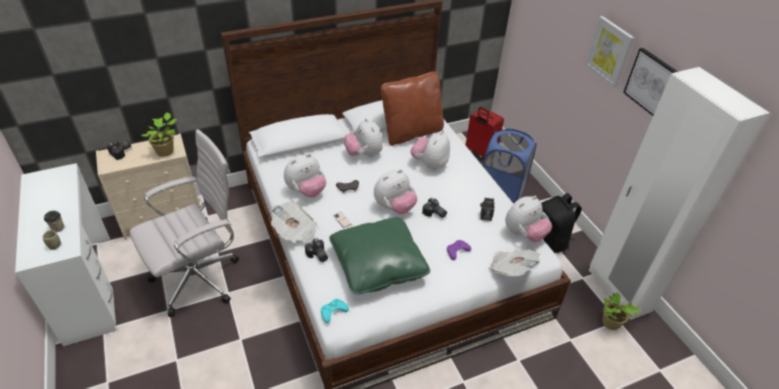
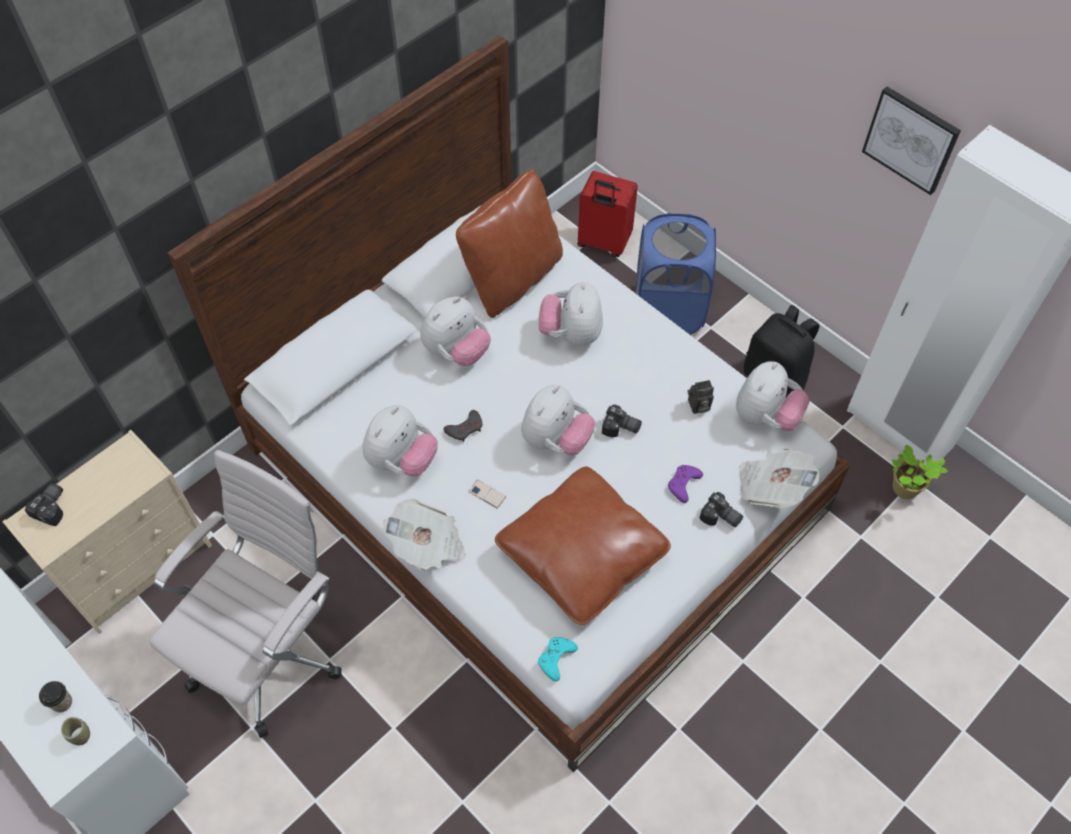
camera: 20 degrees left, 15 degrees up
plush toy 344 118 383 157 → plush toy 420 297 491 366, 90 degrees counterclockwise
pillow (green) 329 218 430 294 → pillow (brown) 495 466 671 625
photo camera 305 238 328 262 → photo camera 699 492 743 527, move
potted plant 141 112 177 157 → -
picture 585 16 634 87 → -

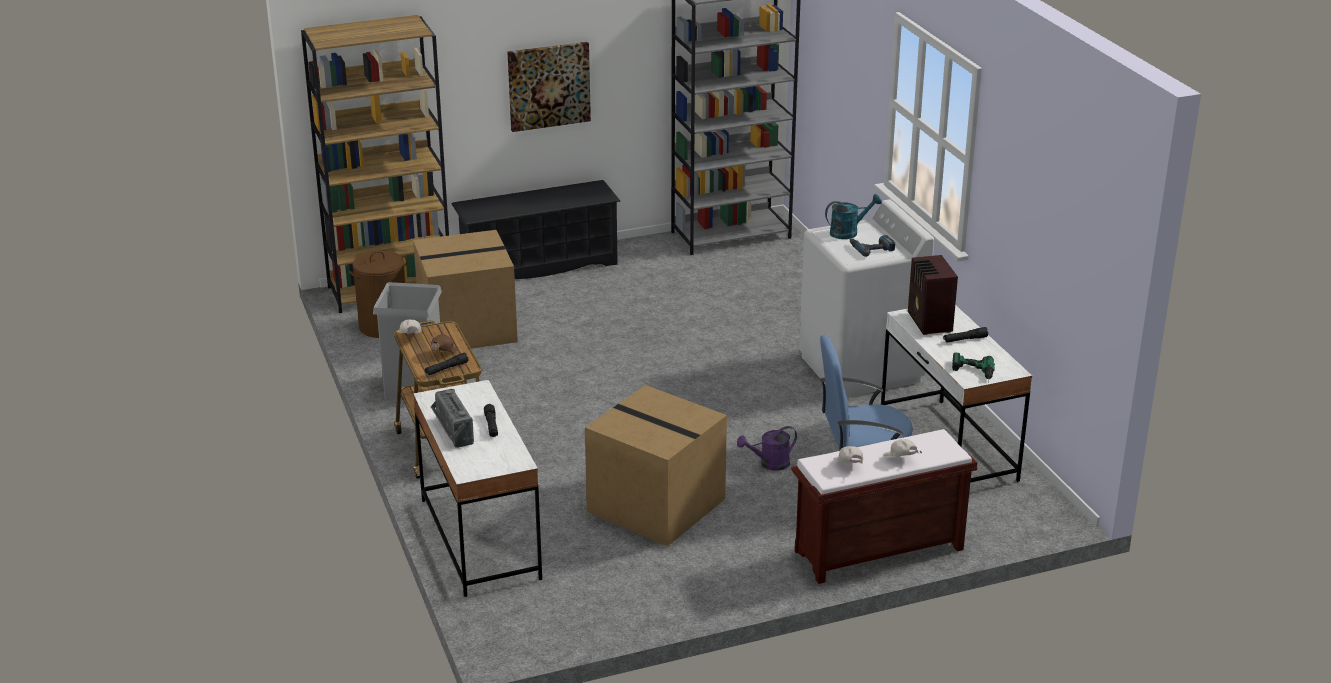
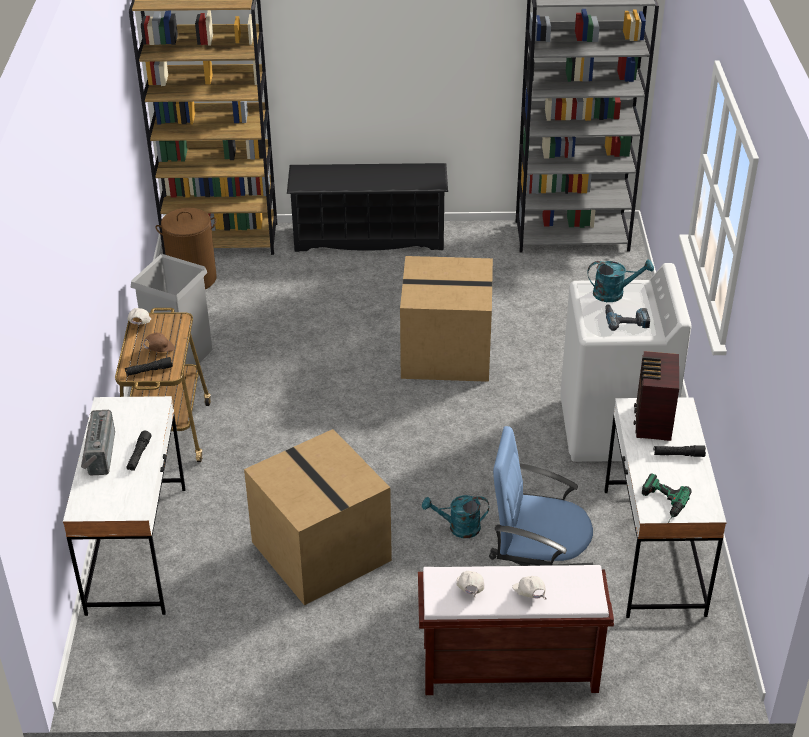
camera: 20 degrees right, 10 degrees up
cardboard box 413 230 518 349 → cardboard box 400 256 493 382, move
watering can (purple) 737 426 797 471 → watering can (turquoise) 422 495 489 538
picture 508 42 591 132 → -

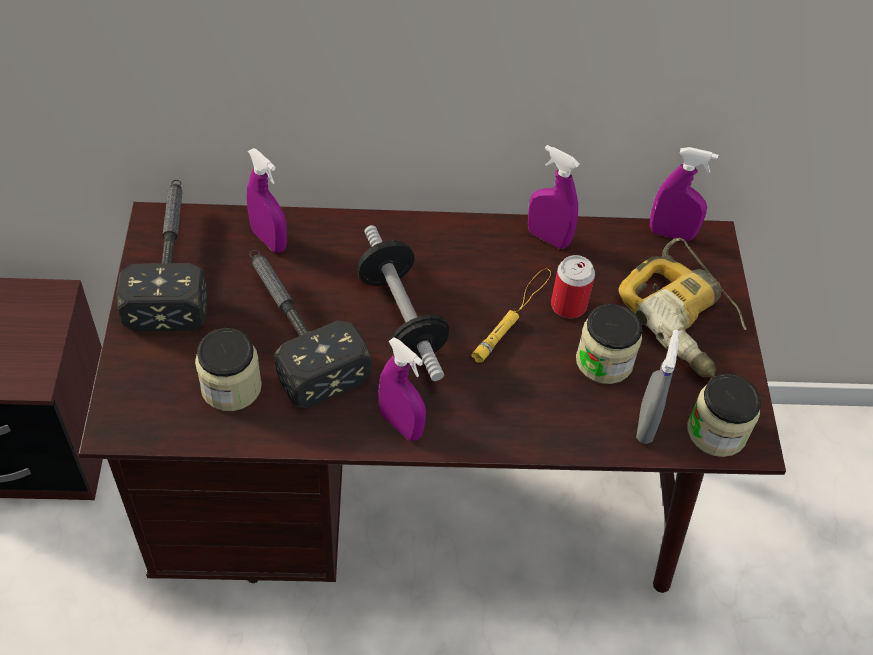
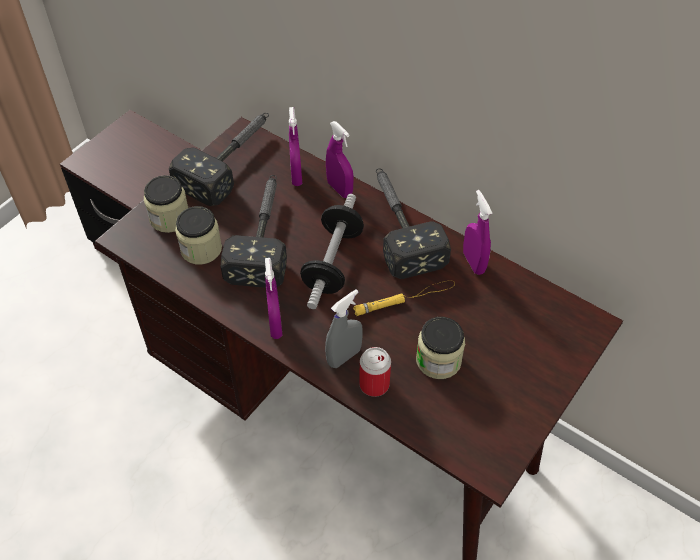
camera: 40 degrees right, 0 degrees up
jar 687 374 761 457 → jar 144 175 188 233, move
spray bottle (grey) 636 329 679 444 → spray bottle (grey) 325 289 363 368, move
spray bottle (purple) 650 147 719 241 → spray bottle (purple) 326 121 354 198, move
can 551 255 595 318 → can 359 347 391 397, move
- → hammer 376 168 451 279
power drill 619 238 746 377 → -

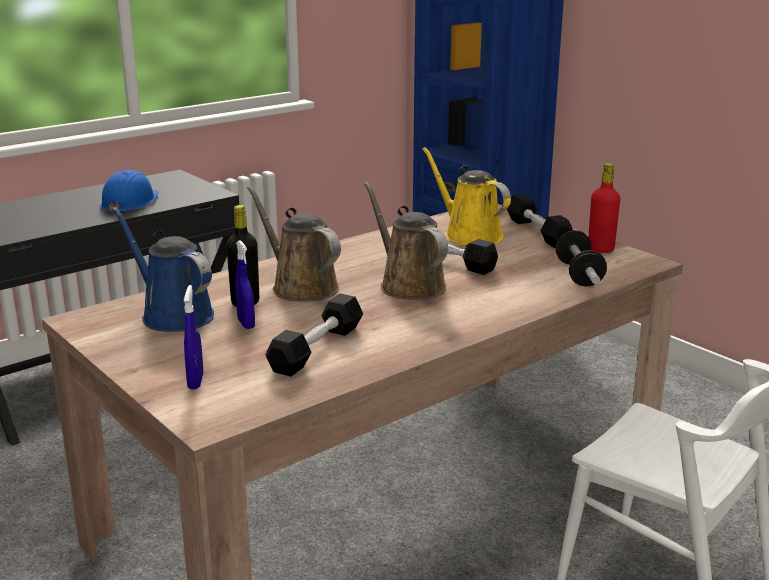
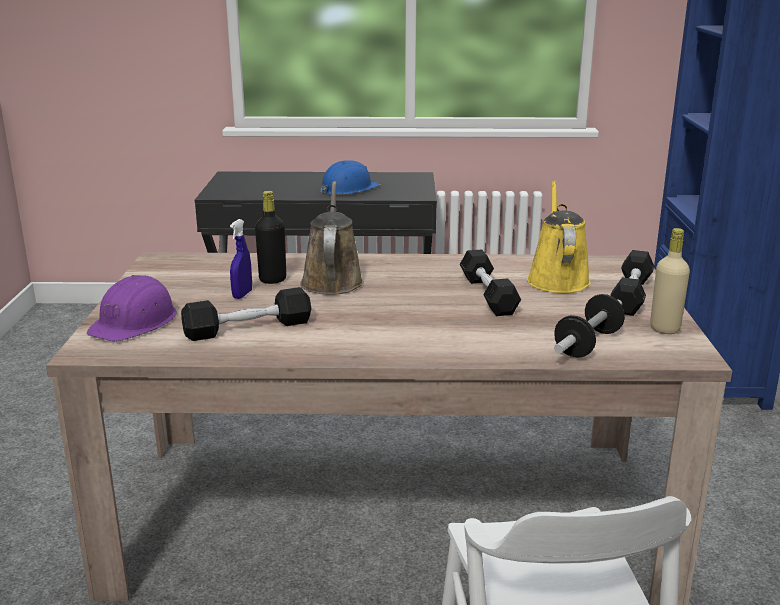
camera: 40 degrees right, 0 degrees up
spray bottle (blue) 184 285 203 389 → hard hat (purple) 86 275 177 341
bottle (red) 588 163 620 253 → bottle (beige) 650 228 690 334
watering can (blue) 112 207 214 332 → -
watering can (brown) 364 182 448 300 → -

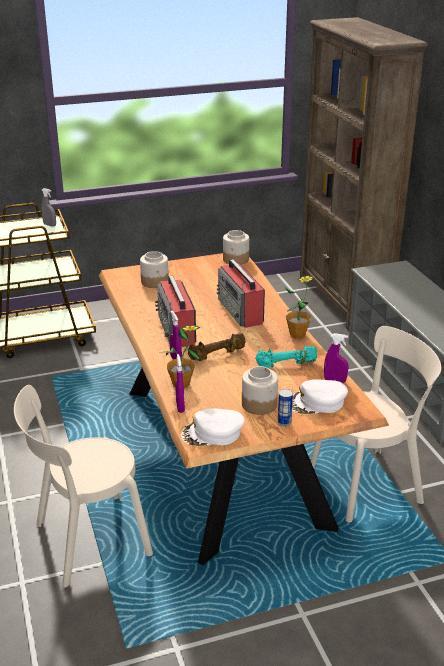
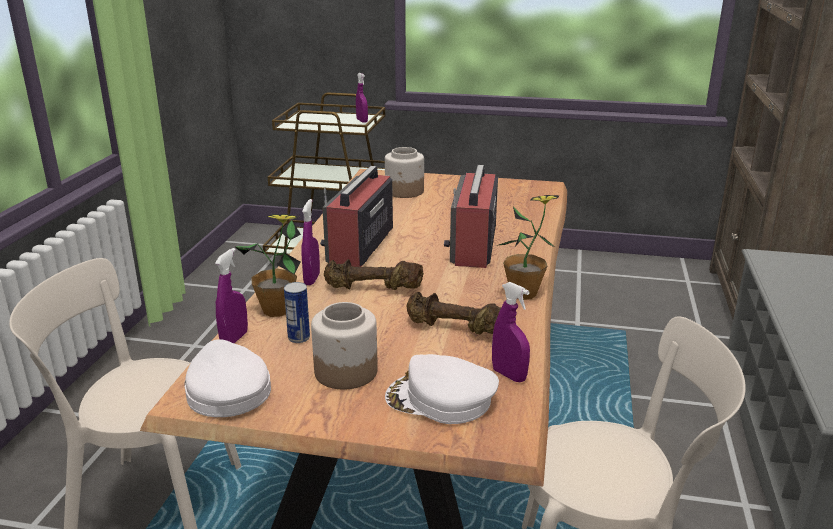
camera: 30 degrees right, 5 degrees down
cap (white) 181 408 244 446 → cap (white) 184 339 271 417, 45 degrees clockwise
can 278 389 293 426 → can 284 282 310 343, move
spray bottle (grey) 41 188 56 227 → spray bottle (purple) 356 73 368 123
dumbbell (turquoise) 256 346 317 368 → dumbbell (brown) 406 292 501 335
jar 223 230 249 265 → -

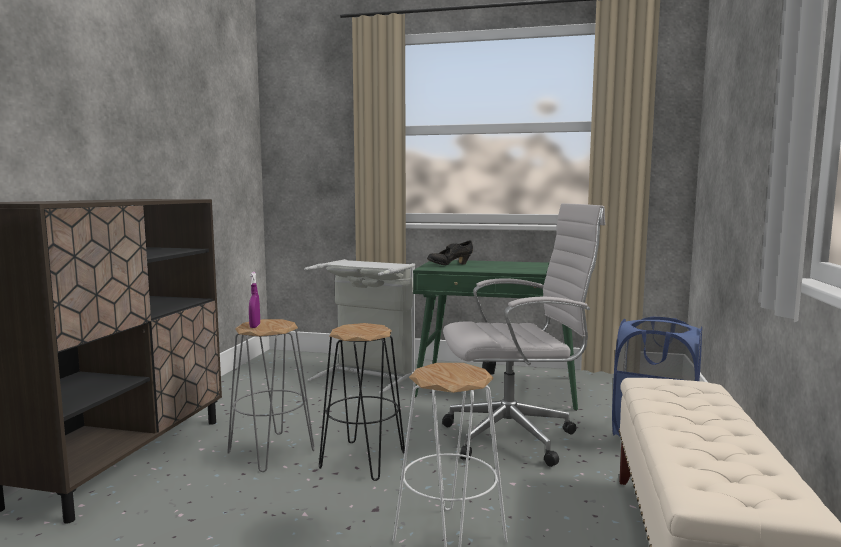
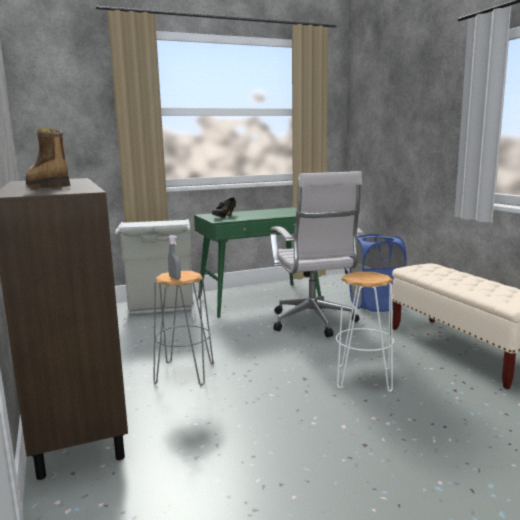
camera: 35 degrees left, 5 degrees up
- → boot 26 128 70 188
spray bottle (purple) 249 272 260 328 → spray bottle (grey) 168 235 181 279
office chair (white) 442 203 606 467 → office chair (white) 270 171 364 338, 120 degrees clockwise
stool (black) 319 323 405 481 → -

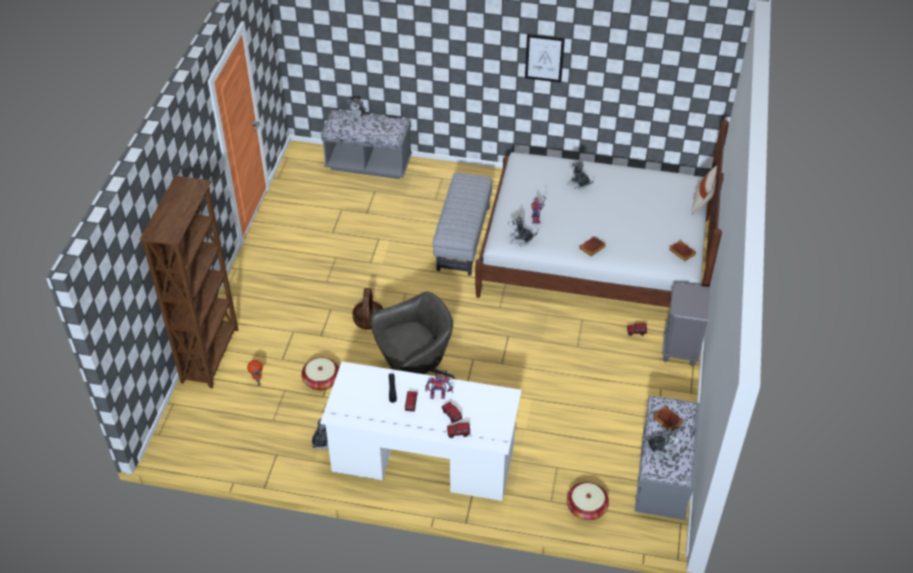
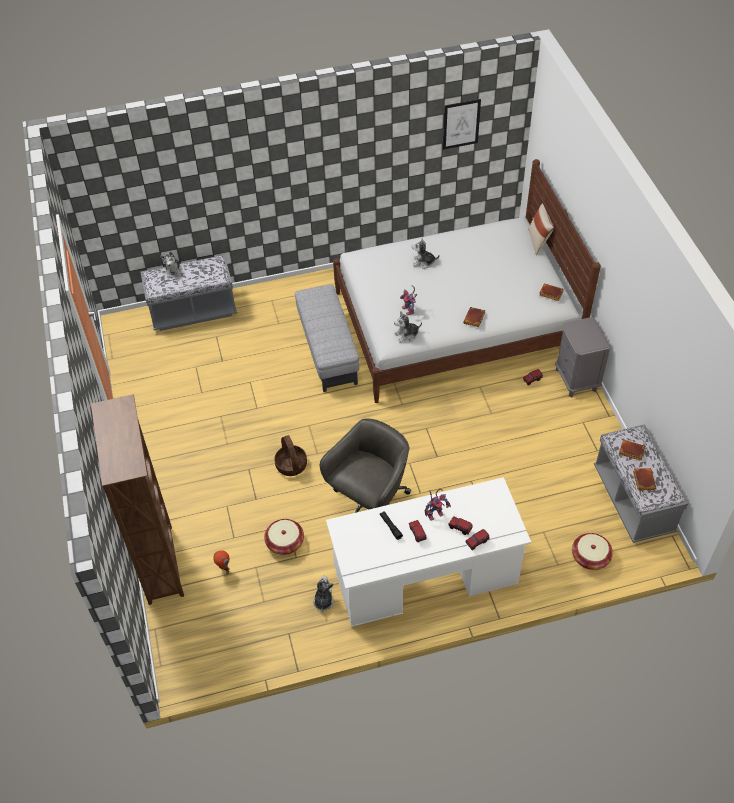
camera: 25 degrees left, 5 degrees up
picture 525 34 565 83 → picture 443 99 481 150, move
plush toy 645 428 680 460 → book (brown) 633 468 656 490

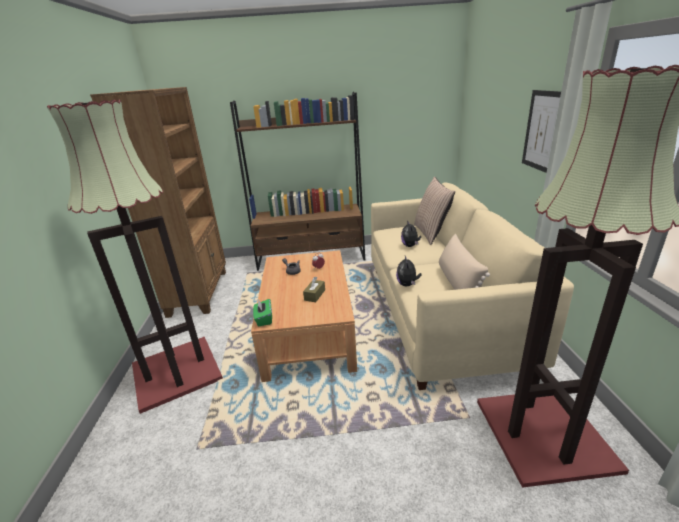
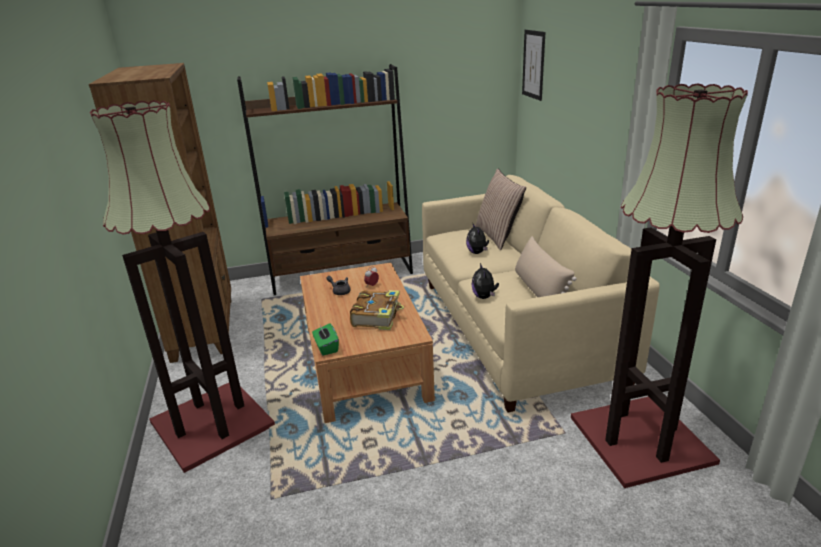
camera: 10 degrees left, 0 degrees up
tissue box (brown) 303 277 325 302 → book 350 290 404 330
picture 522 90 561 173 → picture 522 30 545 101, move

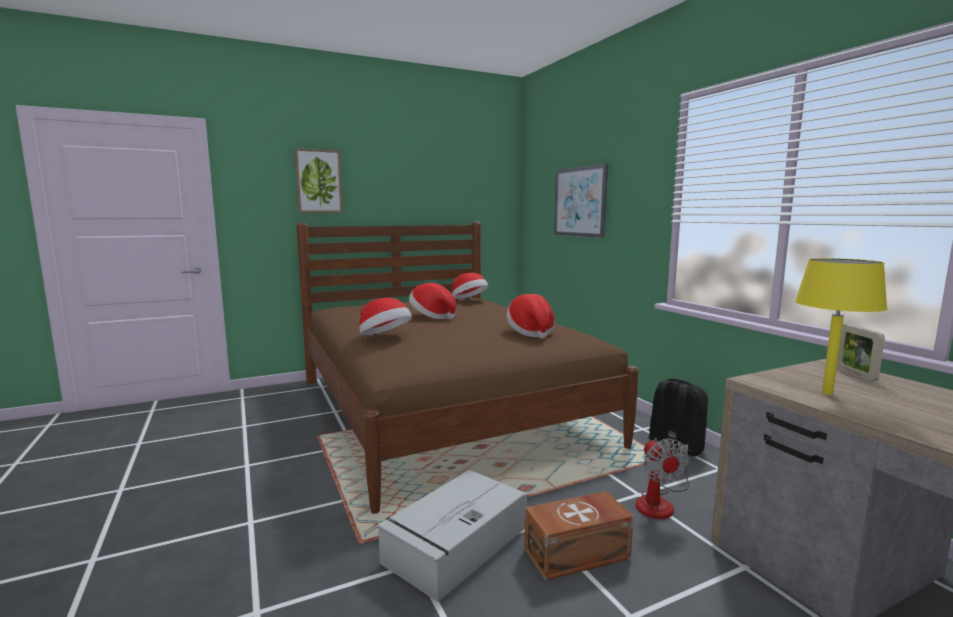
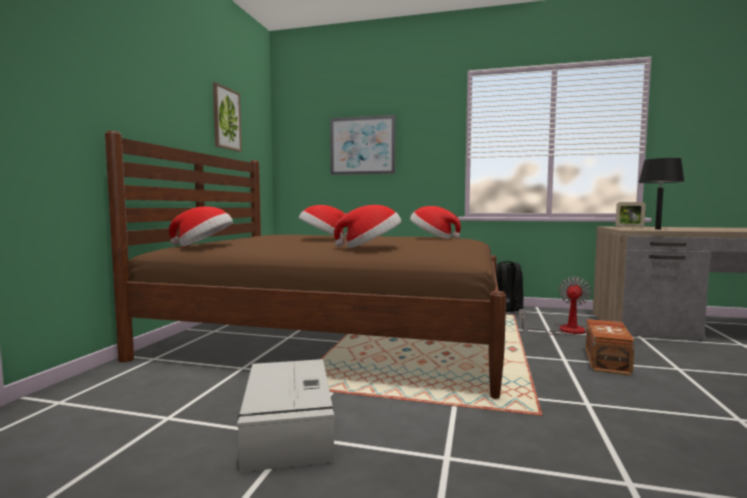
camera: 50 degrees left, 5 degrees down
hat 452 273 488 299 → hat 169 207 233 246, move
picture 294 148 343 213 → picture 213 82 242 152, move
storage box (grey) 377 470 527 602 → storage box (grey) 237 359 335 472, move
fan 636 438 690 519 → fan 519 277 592 335, 90 degrees counterclockwise
table lamp (yellow) 795 258 888 395 → table lamp (black) 639 158 684 230

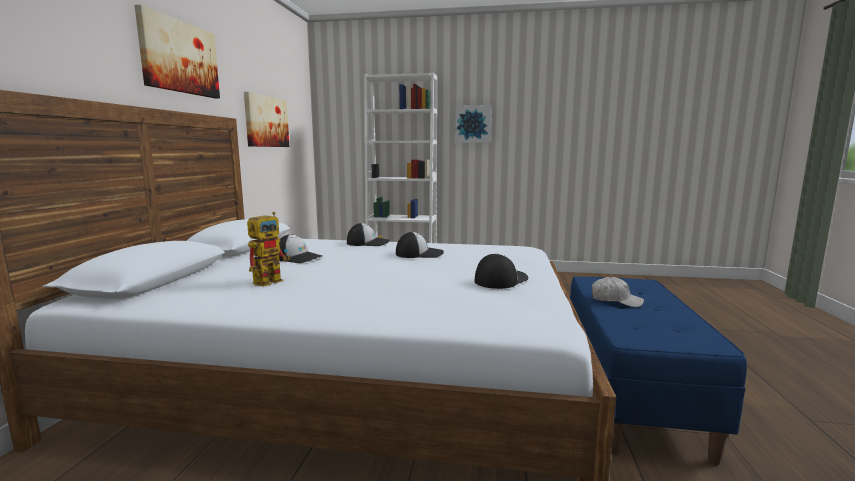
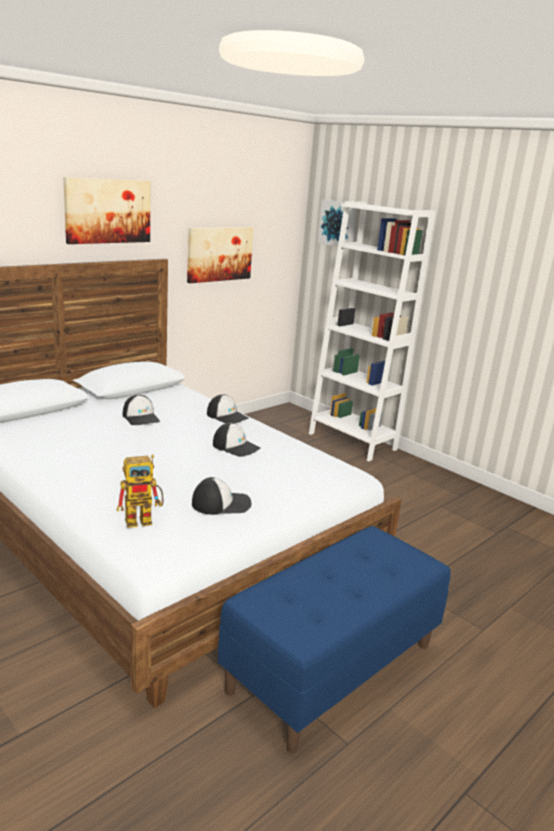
camera: 35 degrees right, 10 degrees up
toy robot 247 212 290 287 → toy robot 117 455 164 528, move
picture 454 105 492 143 → picture 318 200 357 247, move
cap (white) 592 277 644 307 → -

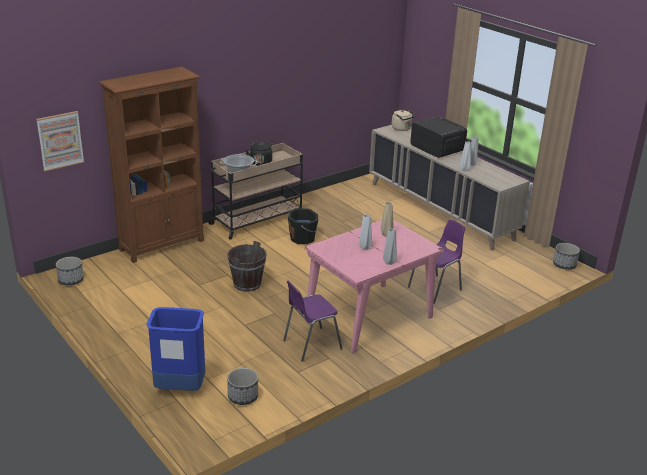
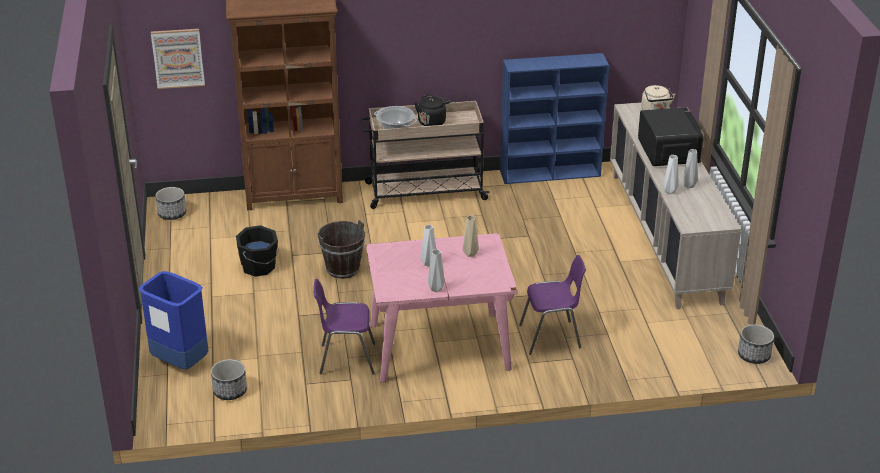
camera: 30 degrees right, 5 degrees up
bucket (black) 288 208 318 244 → bucket (black) 236 225 279 277, move
- → bookcase (blue) 500 53 609 184

